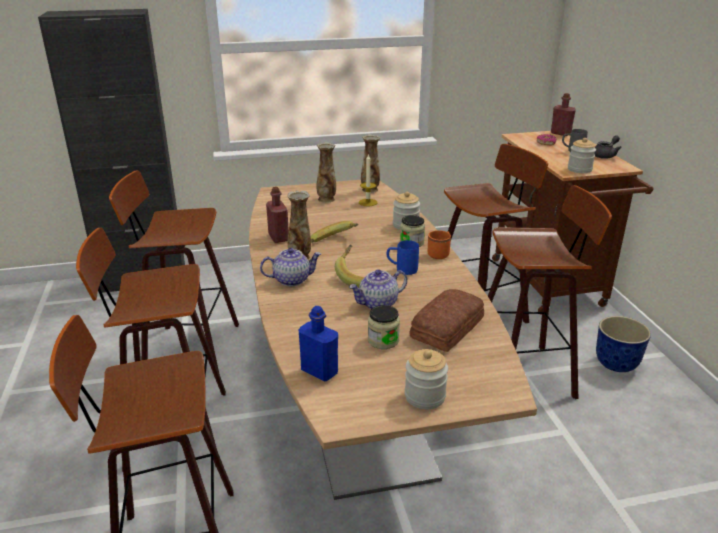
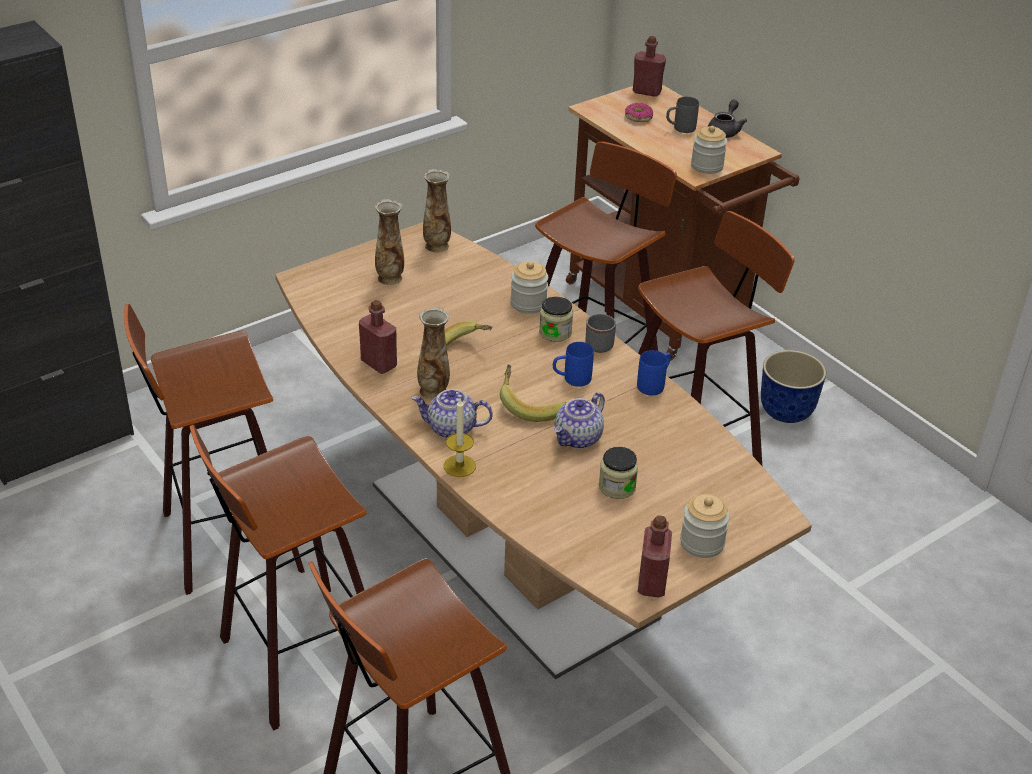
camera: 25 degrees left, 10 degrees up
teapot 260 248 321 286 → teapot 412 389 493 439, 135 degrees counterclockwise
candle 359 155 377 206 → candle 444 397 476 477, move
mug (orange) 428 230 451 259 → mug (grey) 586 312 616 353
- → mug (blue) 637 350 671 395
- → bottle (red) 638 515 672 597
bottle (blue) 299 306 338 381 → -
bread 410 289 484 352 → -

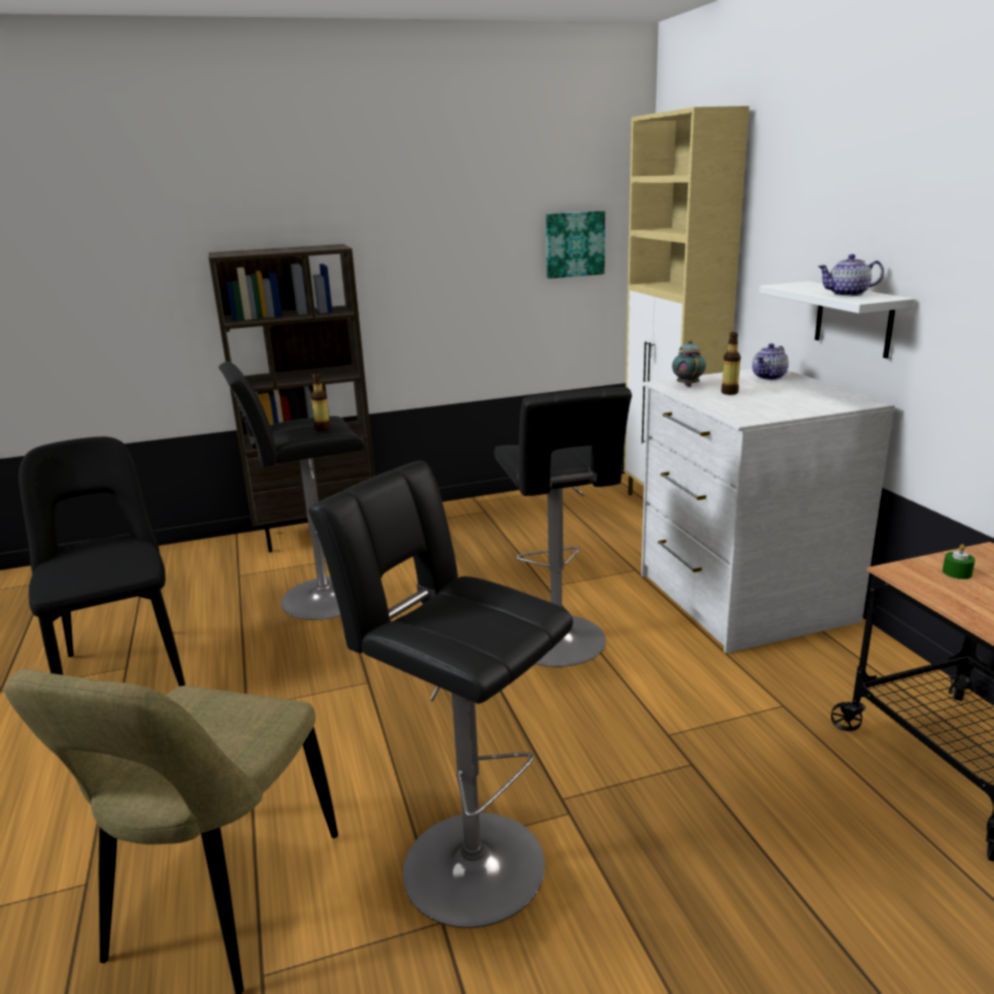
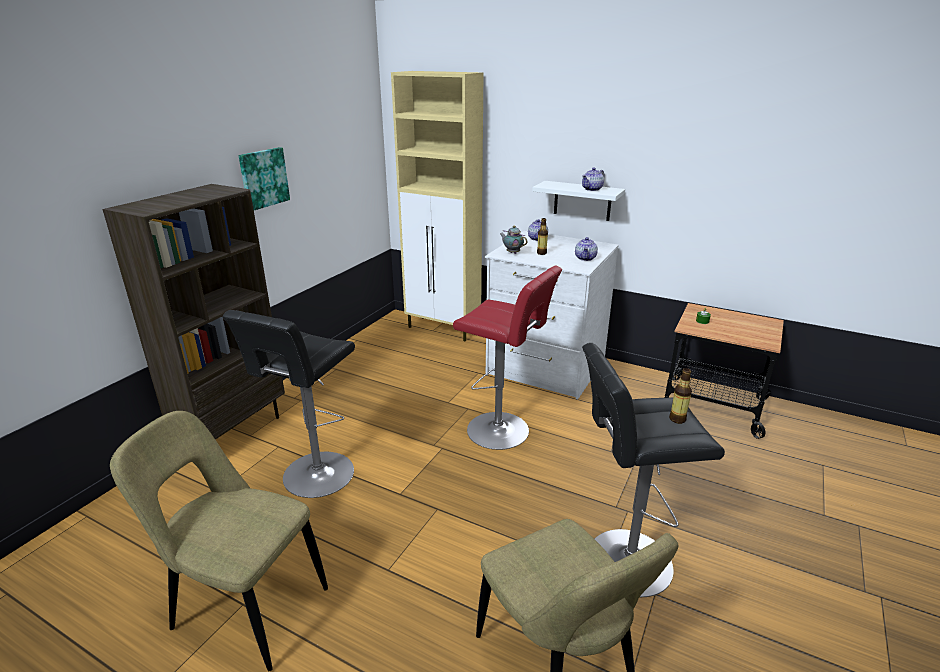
camera: 45 degrees left, 5 degrees up
chair (black) 19 437 185 687 → chair (beige) 110 411 328 671
picture 546 211 605 279 → picture 238 147 290 210, move
stool (black) 494 387 632 667 → stool (red) 453 266 562 450
- → teapot 575 237 598 261
bottle 311 373 331 431 → bottle 669 368 692 424, move

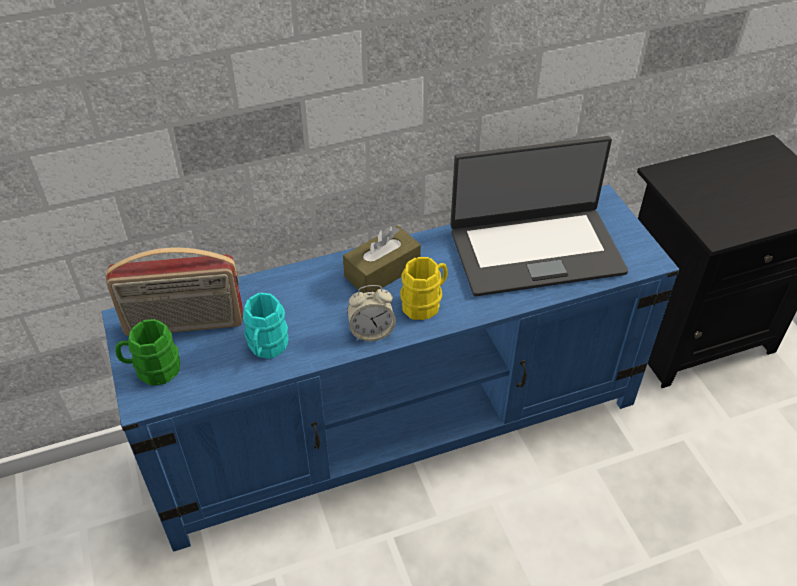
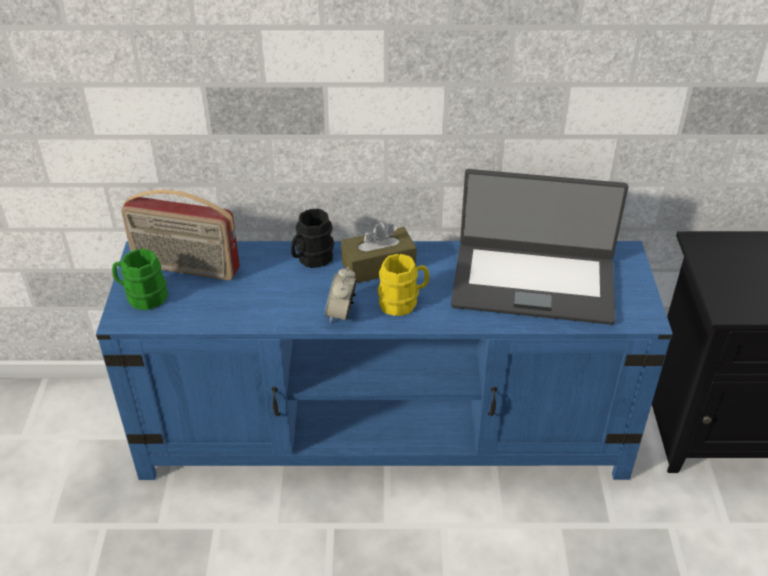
camera: 20 degrees right, 5 degrees down
- → mug (black) 291 209 334 268
alarm clock 347 285 396 341 → alarm clock 325 267 357 323, 90 degrees clockwise
mug (turquoise) 243 292 288 359 → -

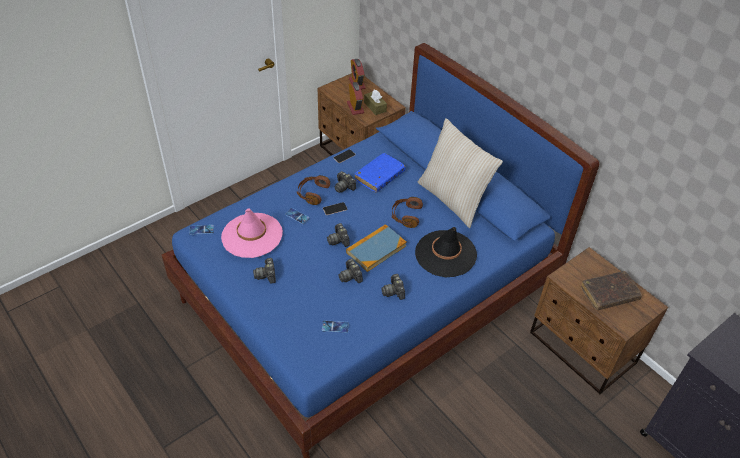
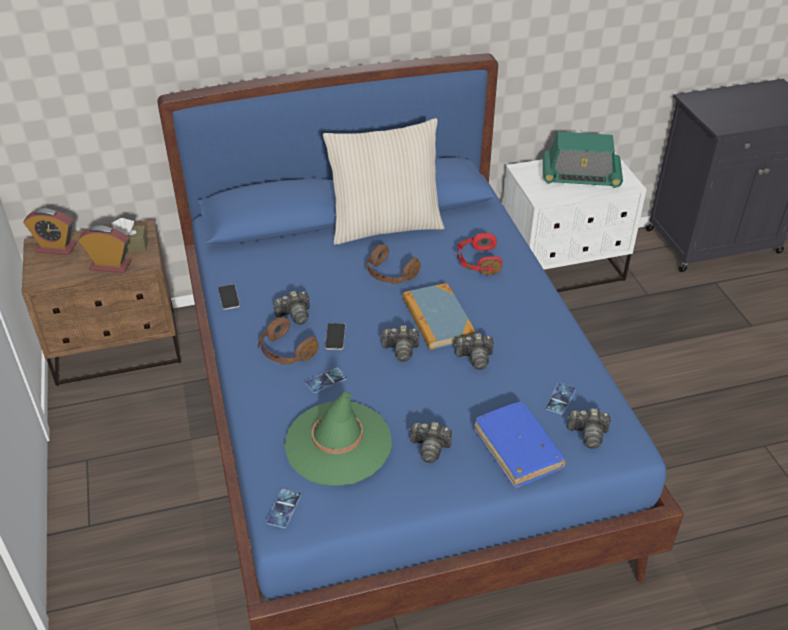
camera: 65 degrees left, 5 degrees down
hat (pink) 221 208 283 258 → hat (green) 285 391 392 486
hat (black) 415 227 477 277 → headphones (red) 457 232 503 275
book (blue) 355 153 406 192 → book (blue) 474 401 566 488, move
nightstand (brown) 530 247 668 394 → nightstand (white) 502 153 647 292
book (brown) 581 271 642 310 → radio 543 132 623 188
photo camera 381 274 405 300 → photo camera 567 408 611 449, move

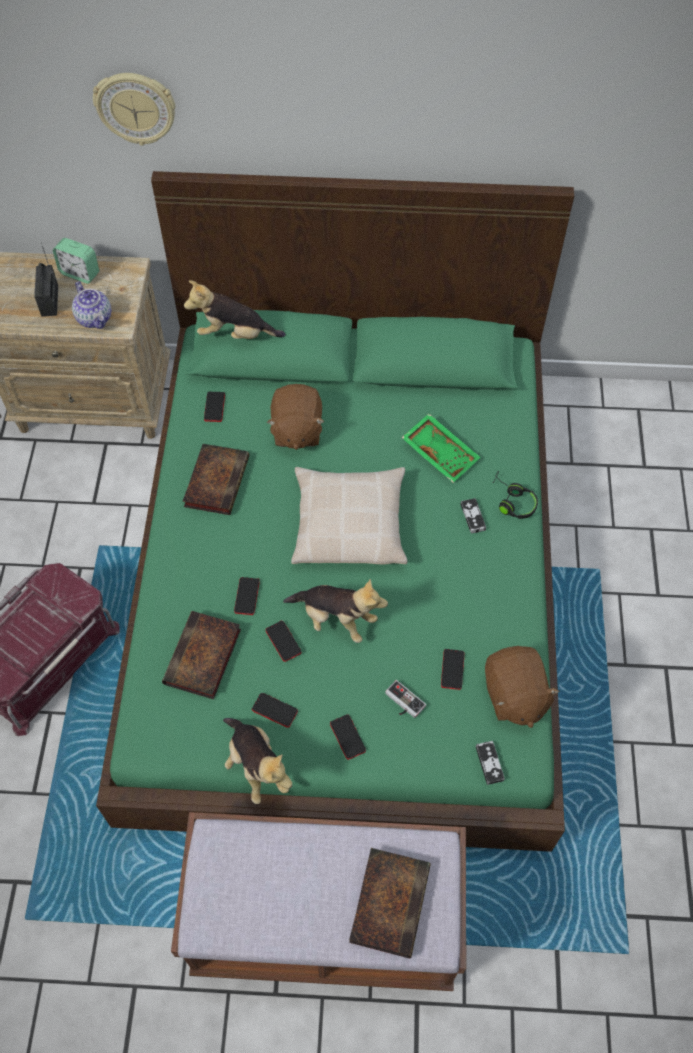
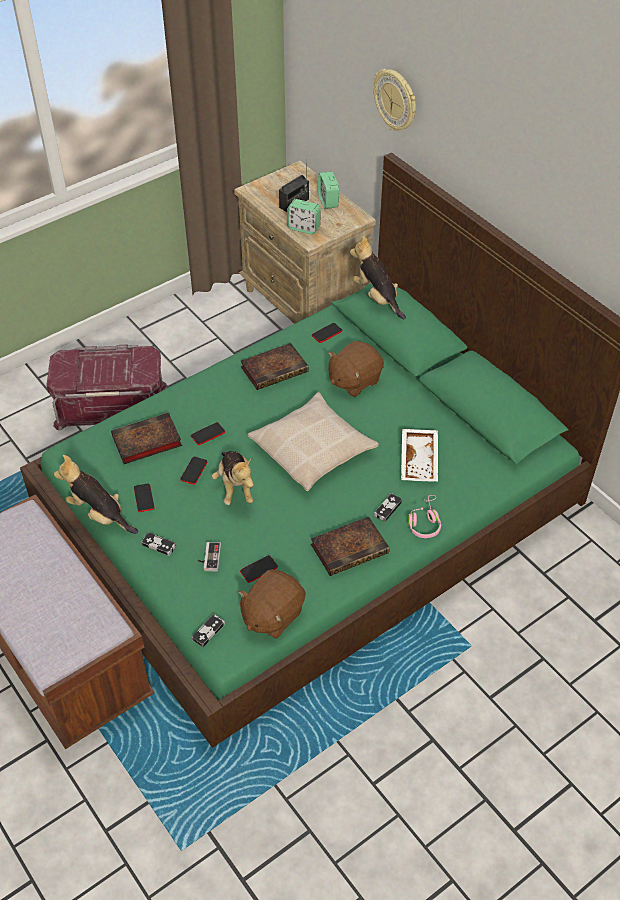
camera: 50 degrees right, 10 degrees down
plush toy 223 718 292 804 → plush toy 54 455 138 534, 105 degrees clockwise
phone 330 714 366 760 → game controller 141 532 176 556
teapot 72 281 111 329 → alarm clock 287 199 321 234
book 349 848 431 958 → book 311 517 390 576, move
tray (green) 401 414 481 483 → tray (white) 401 429 438 481
headphones (black) 492 471 538 519 → headphones (pink) 407 495 441 538

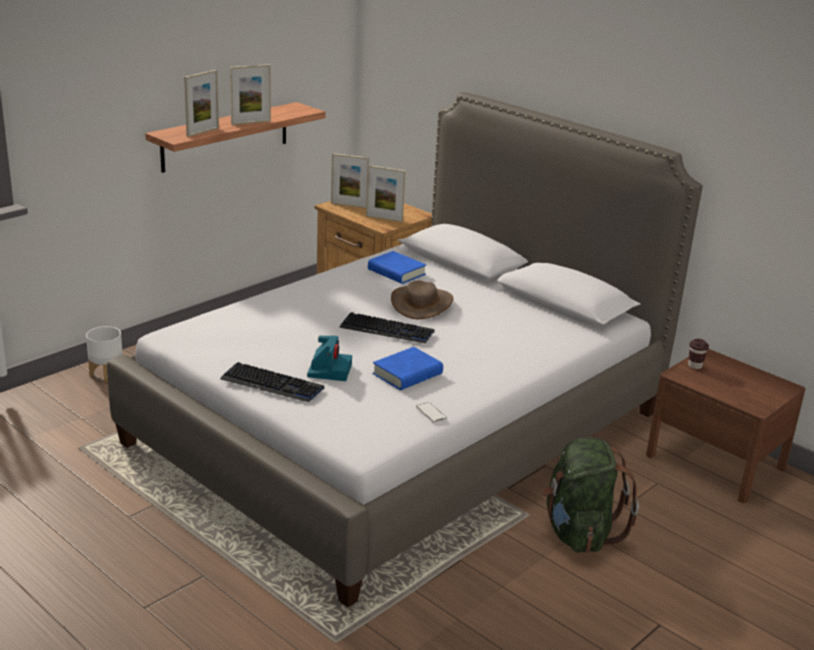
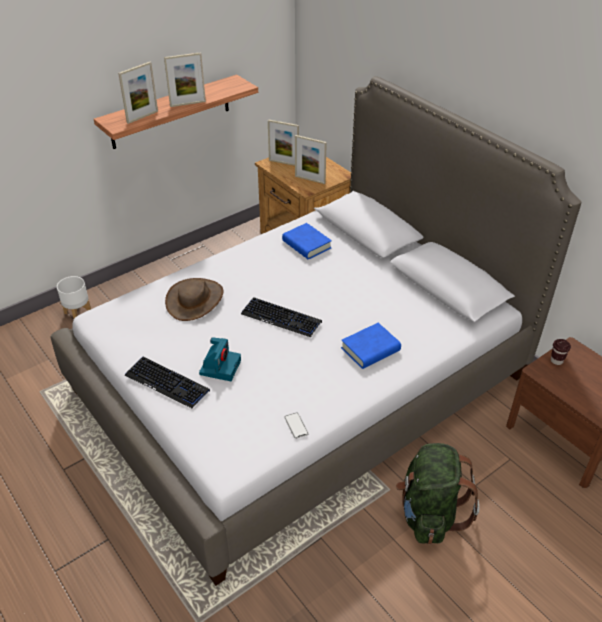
camera: 10 degrees right, 15 degrees up
hat (brown) 391 281 453 319 → hat (brown) 165 278 223 321, move
book (blue) 372 347 443 390 → book (blue) 341 323 401 369, move

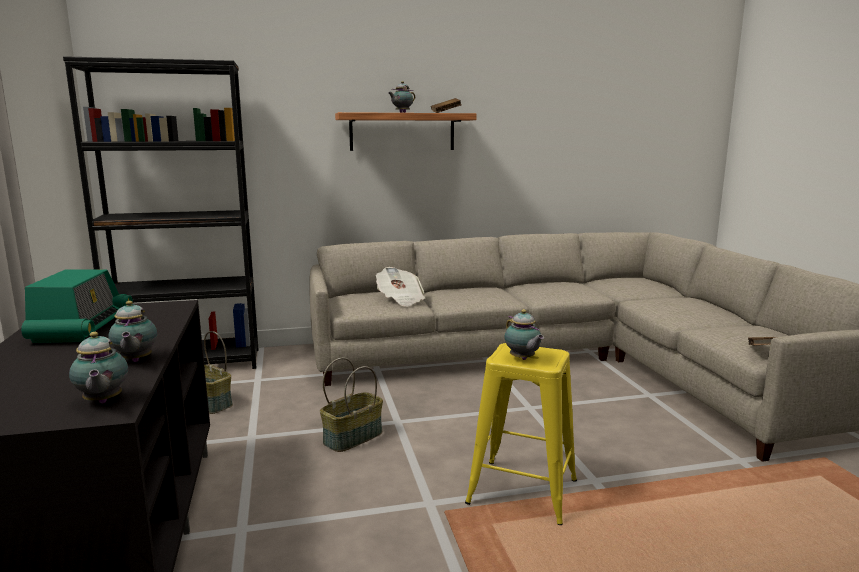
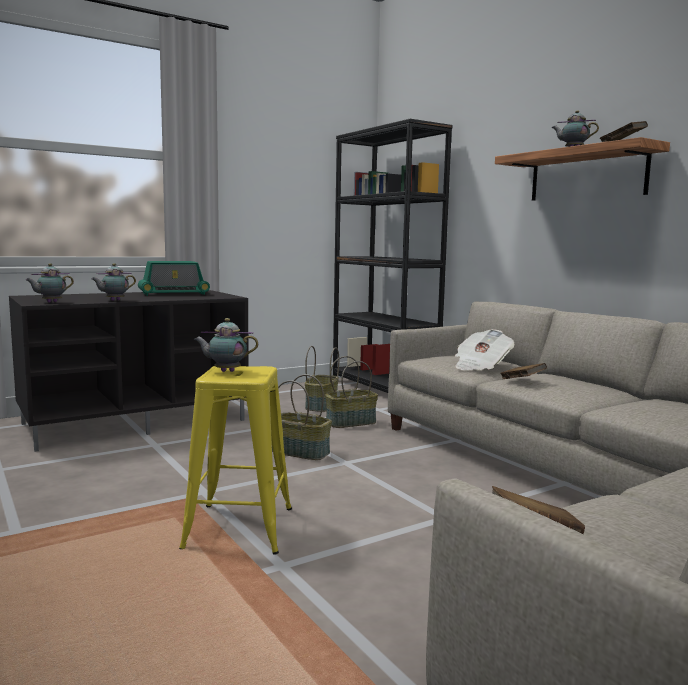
camera: 70 degrees right, 5 degrees down
teapot 504 309 544 360 → teapot 194 318 258 372, 45 degrees clockwise
- → basket 325 356 378 428
- → book (brown) 500 363 547 379

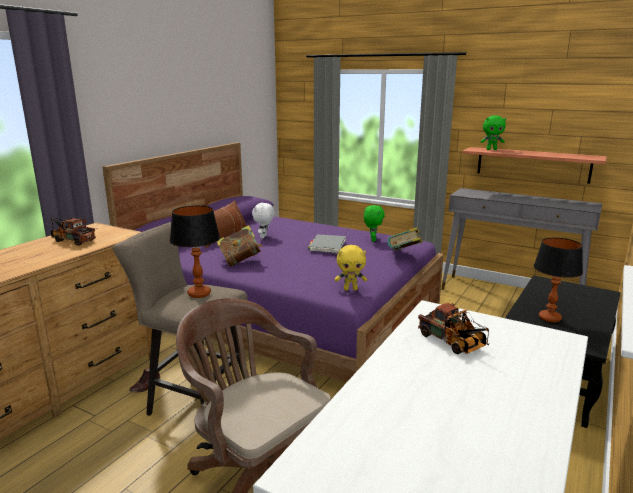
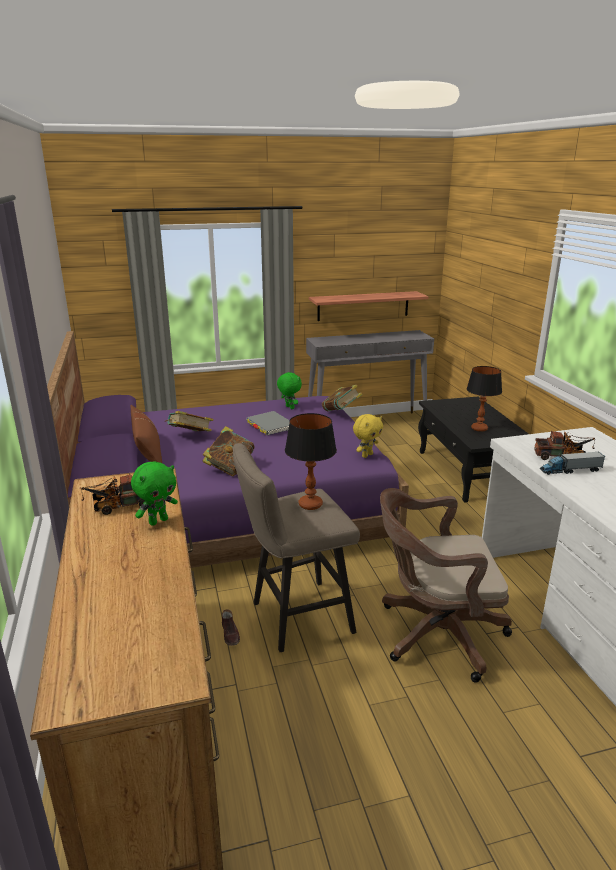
camera: 45 degrees left, 5 degrees up
plush toy (green) 480 115 506 150 → plush toy (green) 131 461 178 526, move
plush toy (white) 252 203 274 238 → book 166 411 213 432
- → toy truck 540 452 606 475

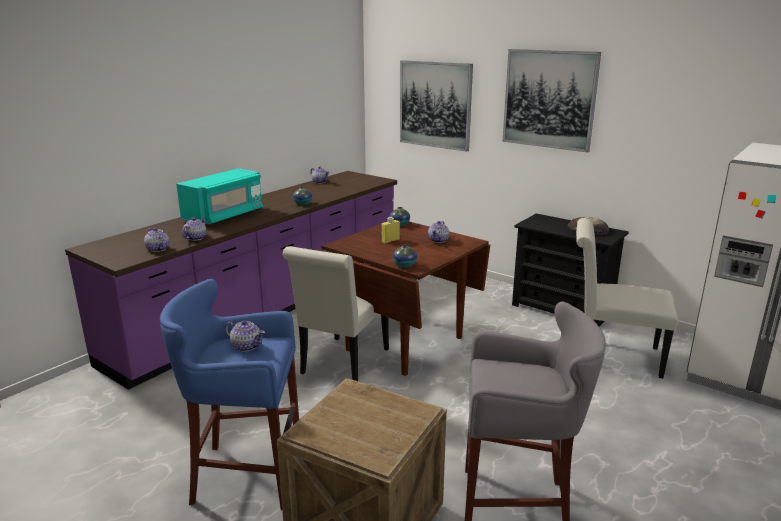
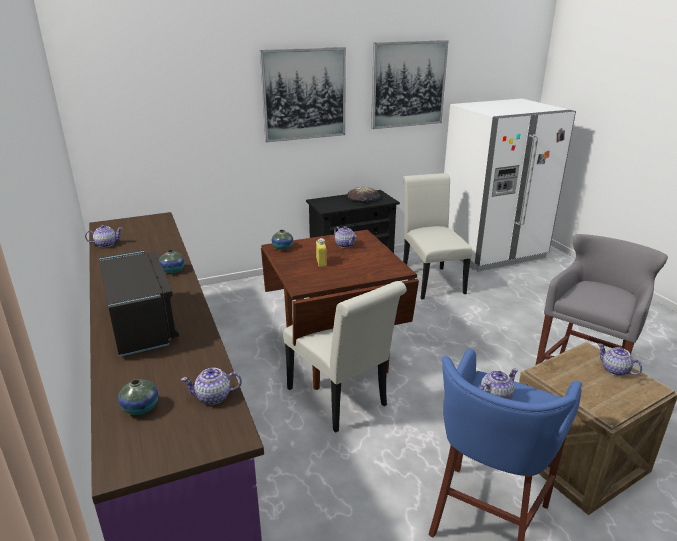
camera: 60 degrees left, 5 degrees up
microwave (turquoise) 176 168 263 225 → microwave (black) 99 250 179 357
vase 393 245 417 267 → vase 118 379 158 415, move
picture 400 60 473 152 → picture 371 40 448 129, move
chair (white) 576 218 678 378 → chair (white) 403 173 472 299, 120 degrees clockwise
teapot 182 218 207 241 → teapot 598 344 642 376, move

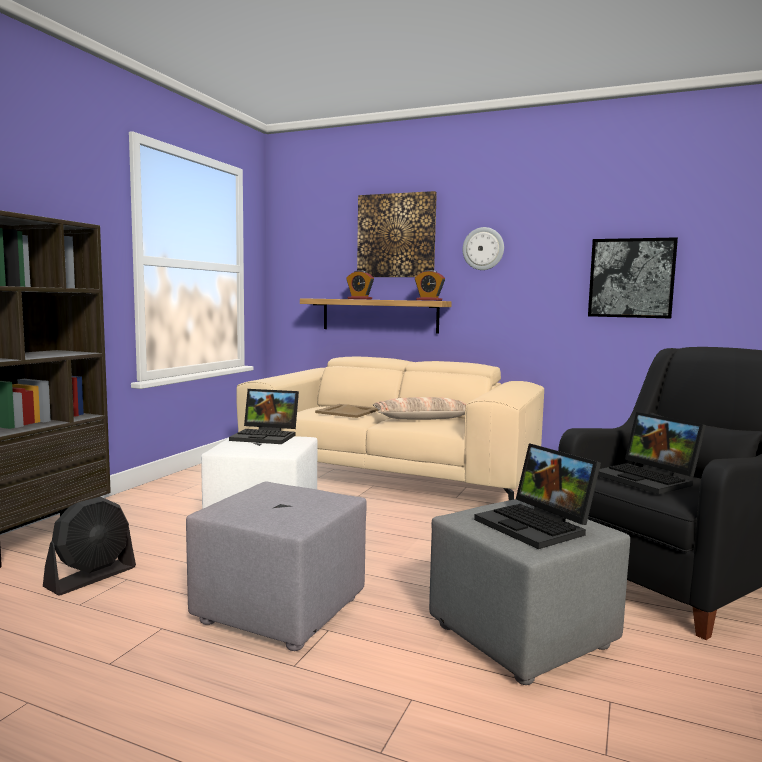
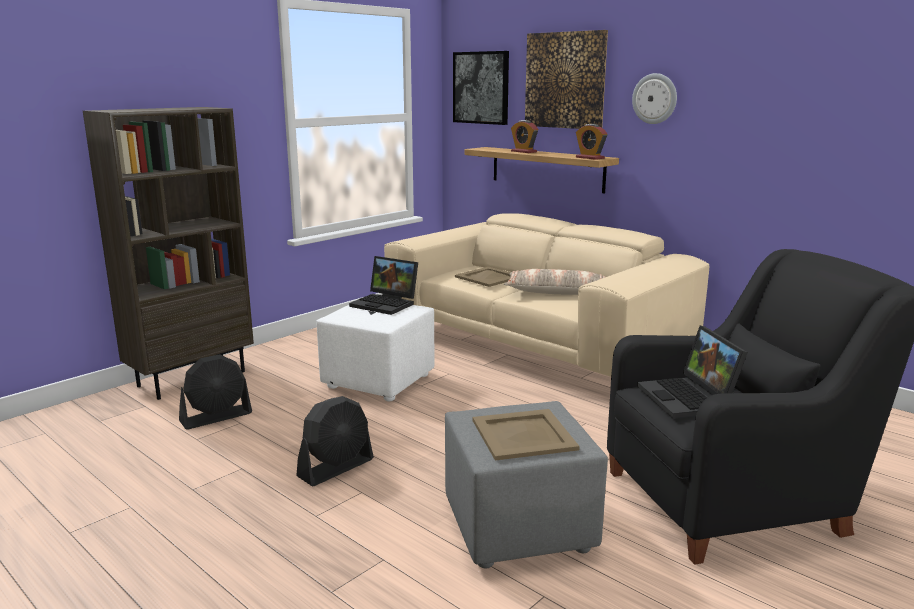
camera: 20 degrees right, 10 degrees up
ottoman (grey) 186 482 367 651 → fan (black) 296 396 374 486
picture 588 237 678 319 → picture 453 51 509 125, move
laptop 474 443 601 549 → tray (beige) 473 409 580 460

